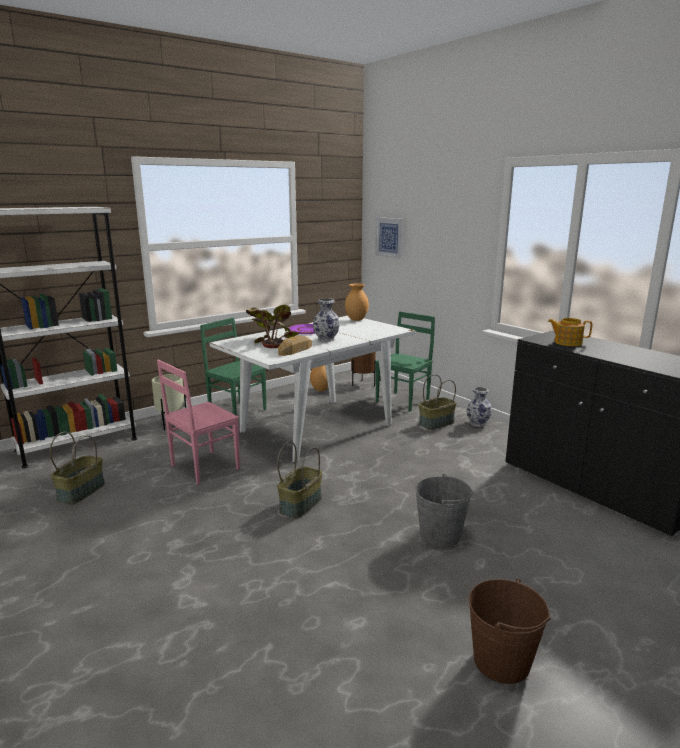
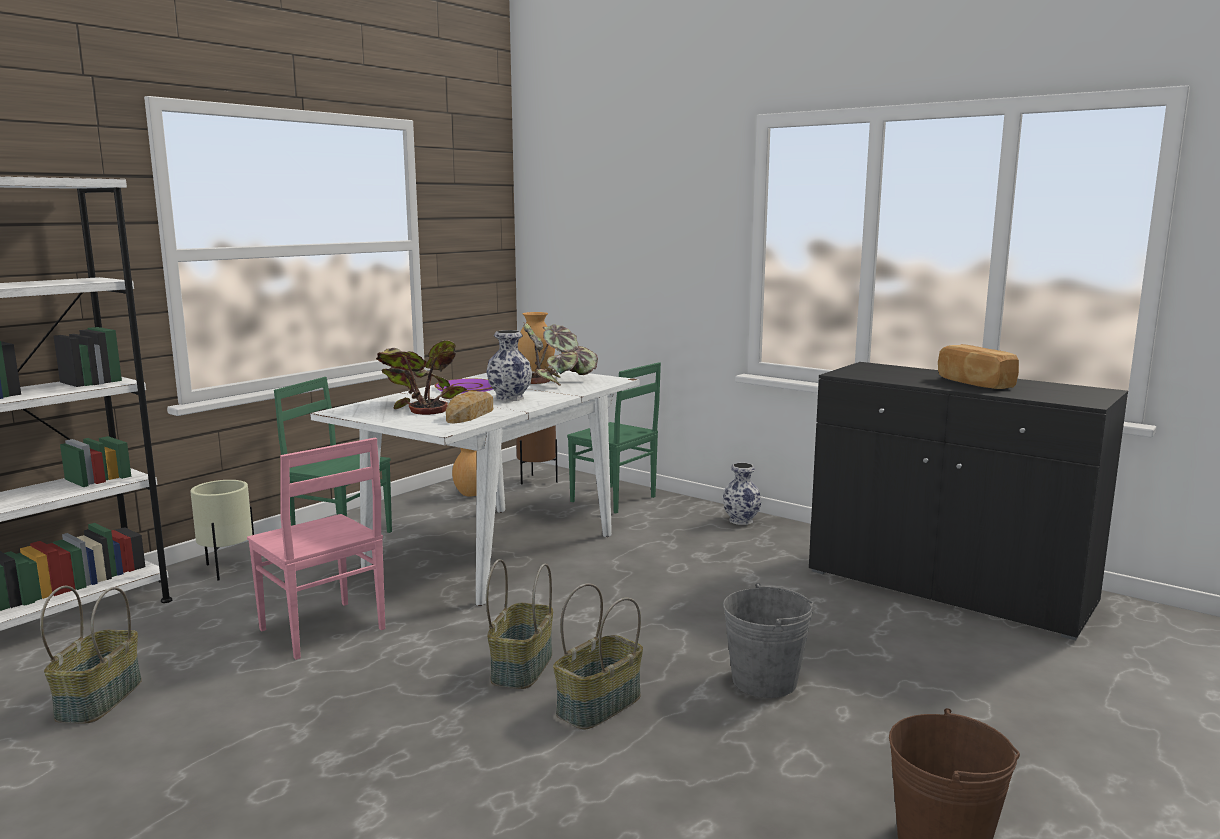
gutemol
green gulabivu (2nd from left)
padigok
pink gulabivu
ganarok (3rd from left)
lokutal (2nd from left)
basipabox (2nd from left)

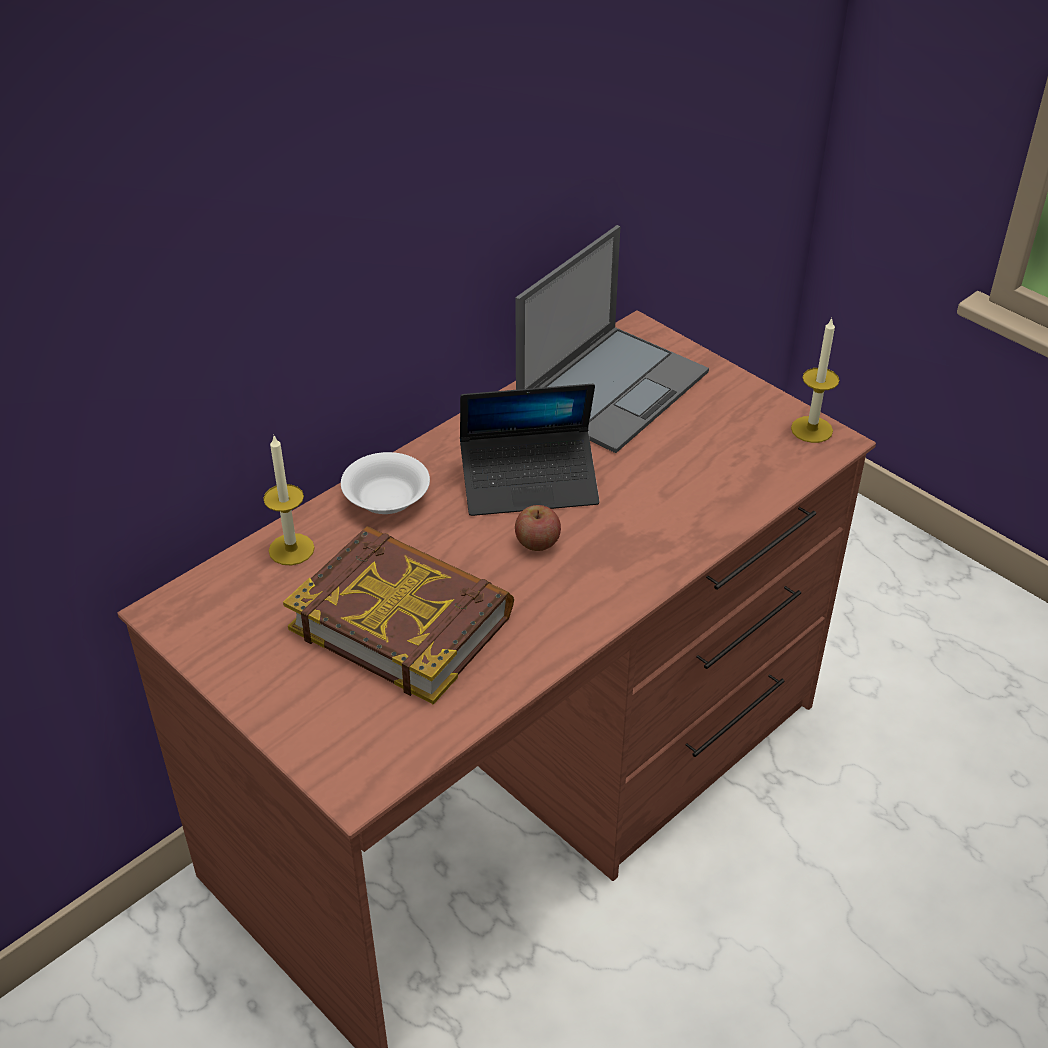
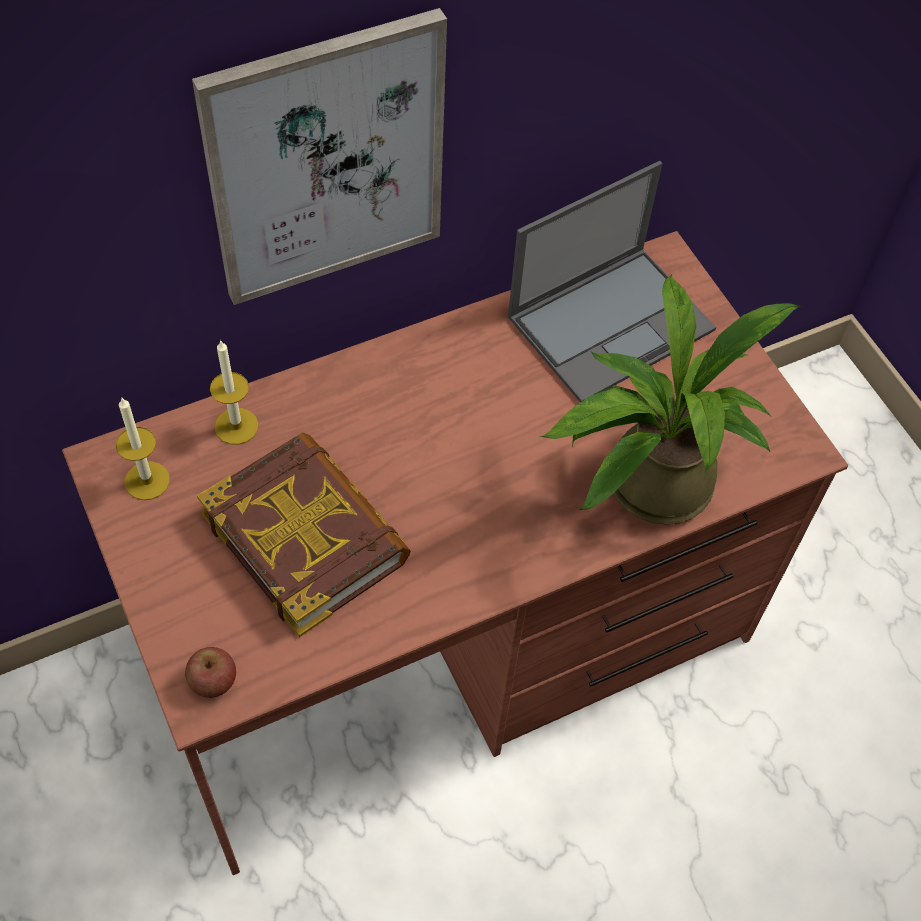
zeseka (1st from left)
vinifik (1st from left in the first image)
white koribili
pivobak
gutemol
lokutal

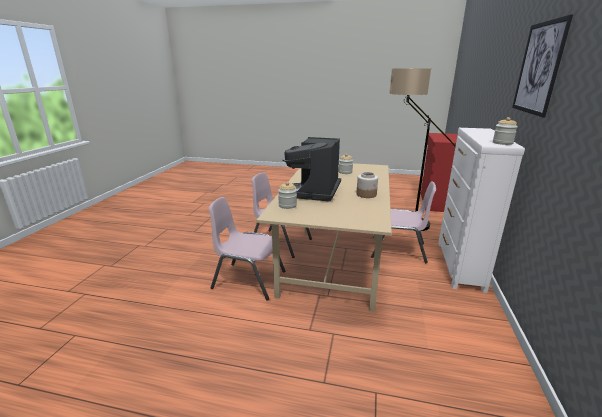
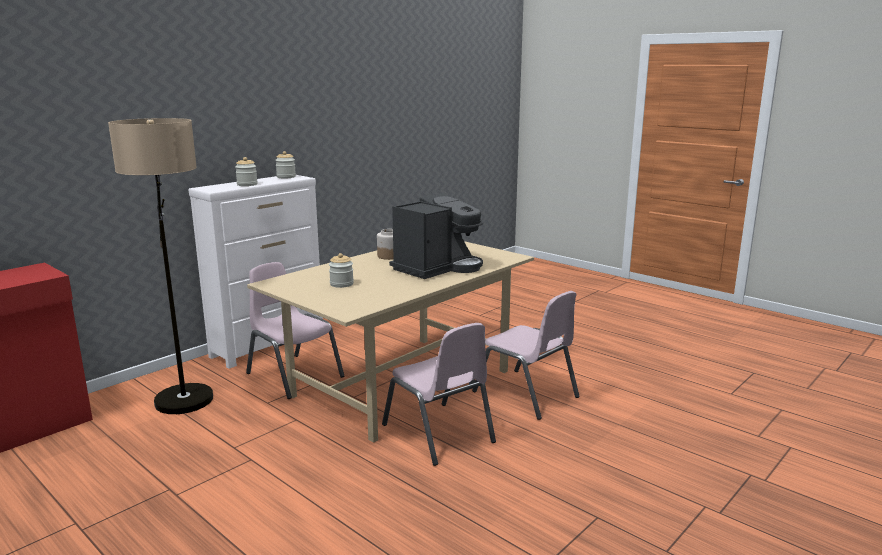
gutemol
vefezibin (1st from left)

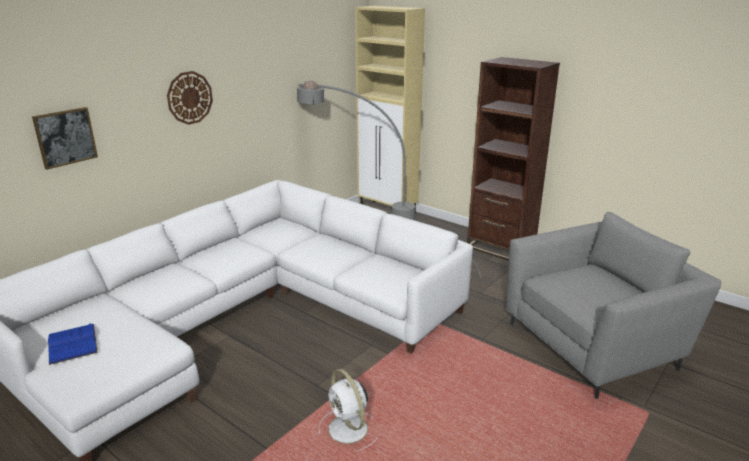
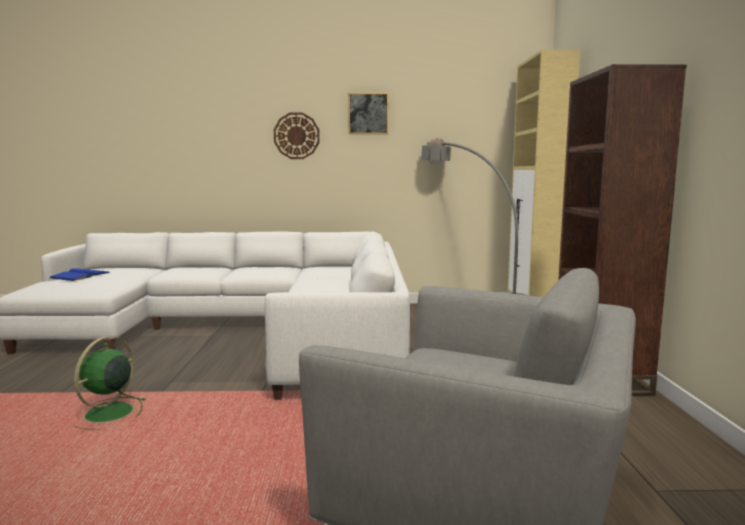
gutemol
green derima

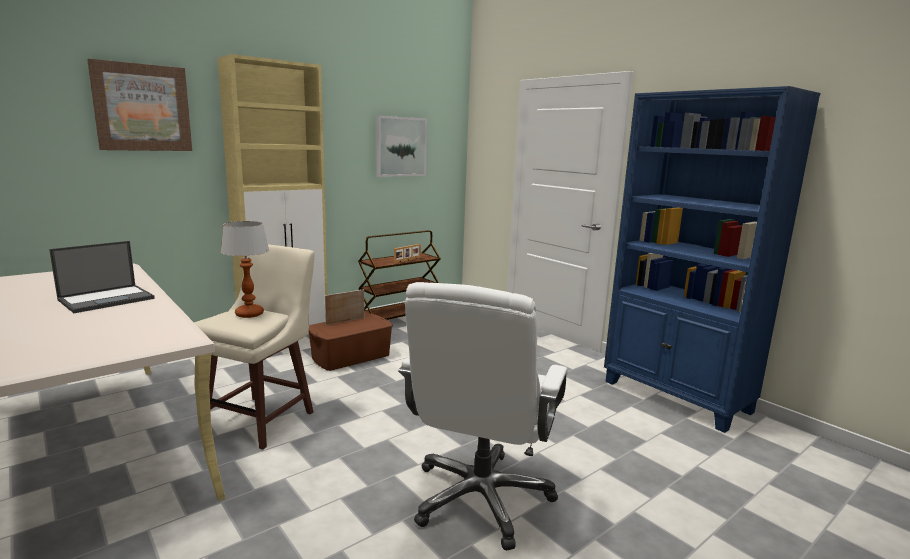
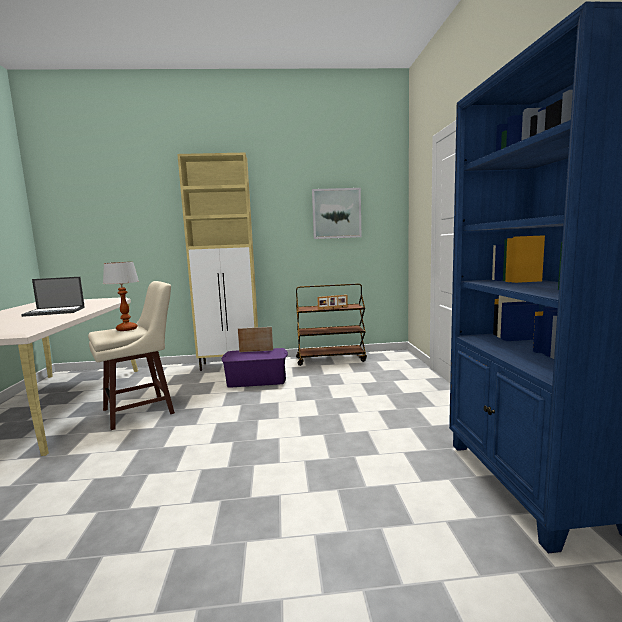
gutemol (1st from left in the first image)
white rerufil
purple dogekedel

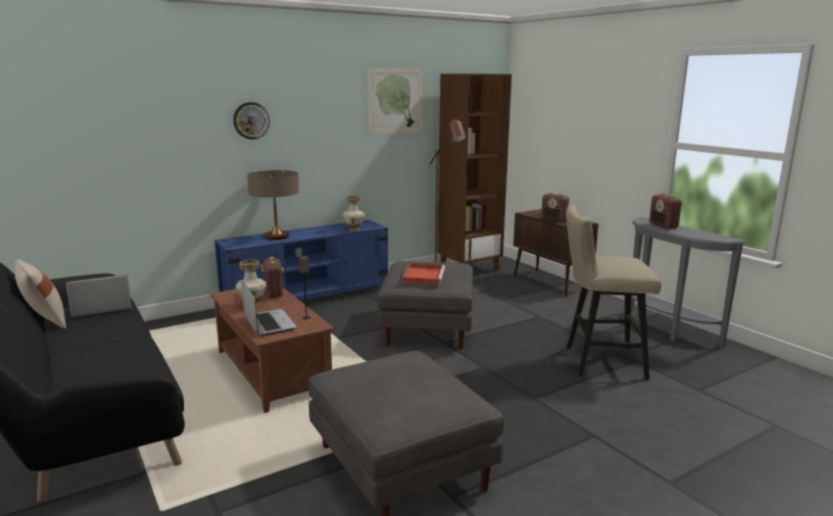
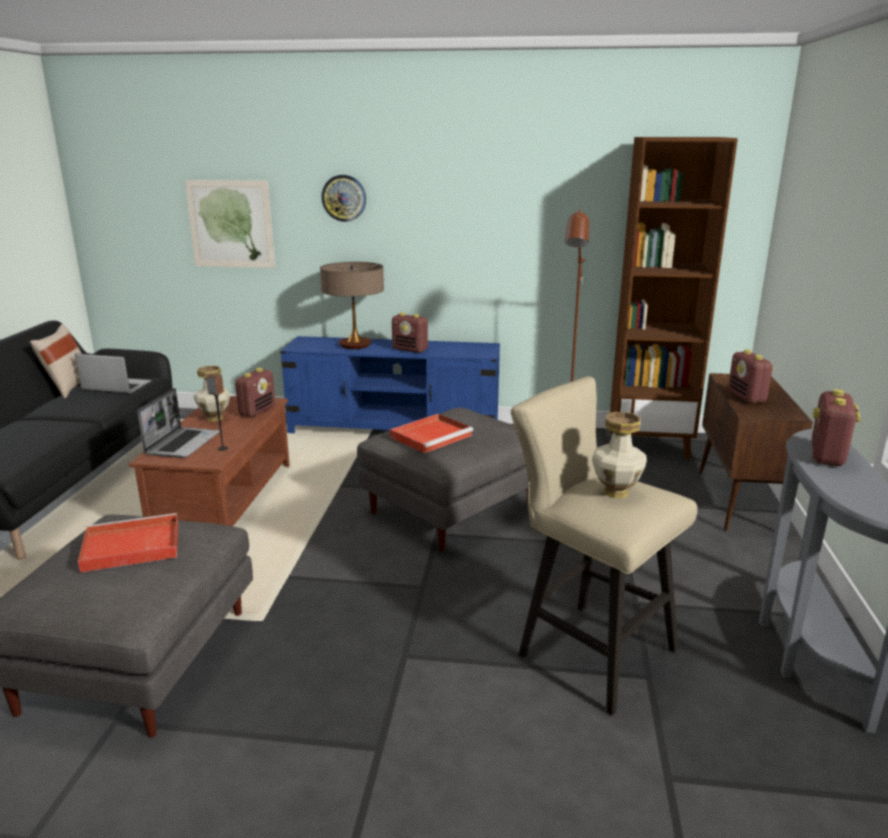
gutemol
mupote (2nd from left)
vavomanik (2nd from left)
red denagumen (1st from left)

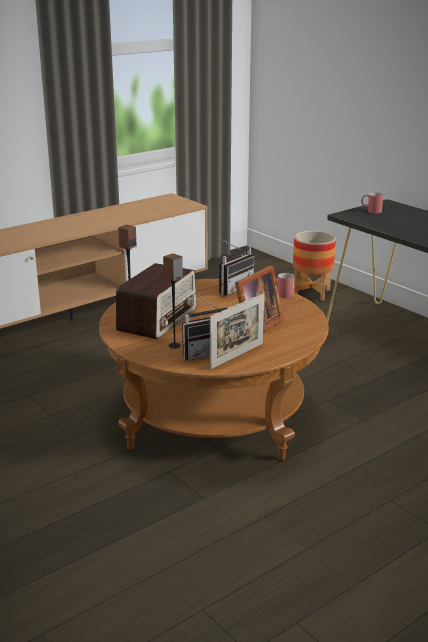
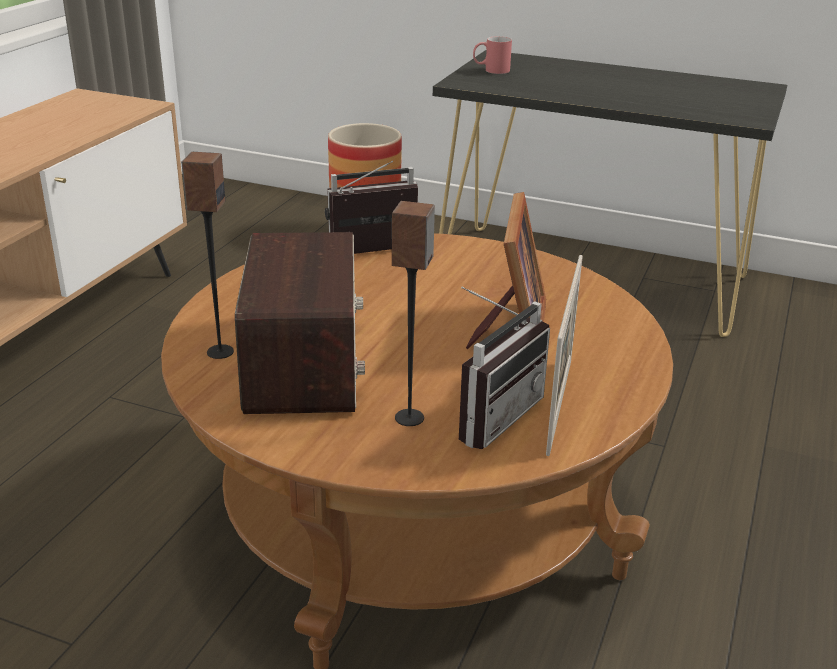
vavomanik (2nd from left)
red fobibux (1st from left in the first image)

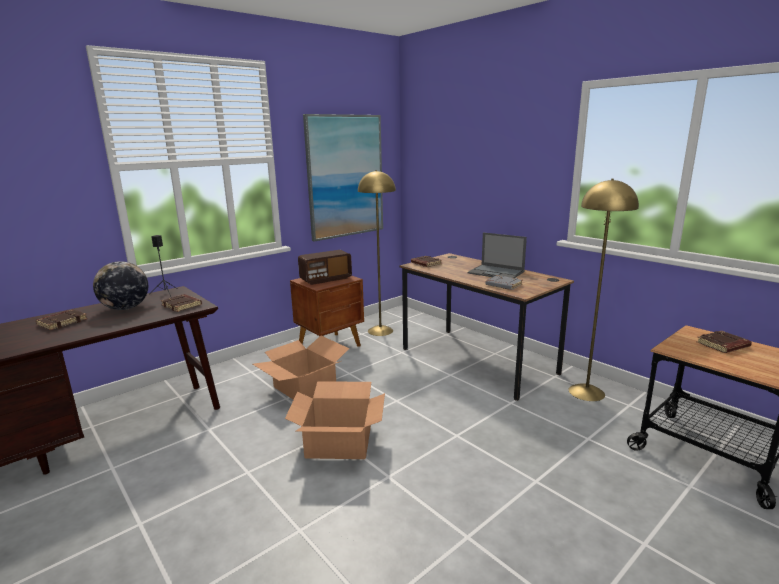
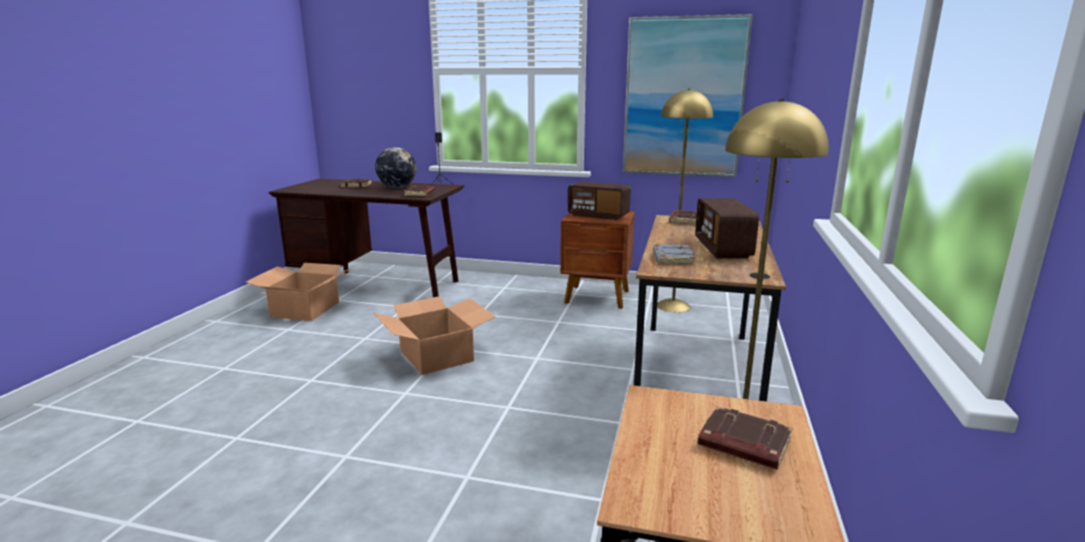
vavomanik (2nd from left)
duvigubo (1st from left)

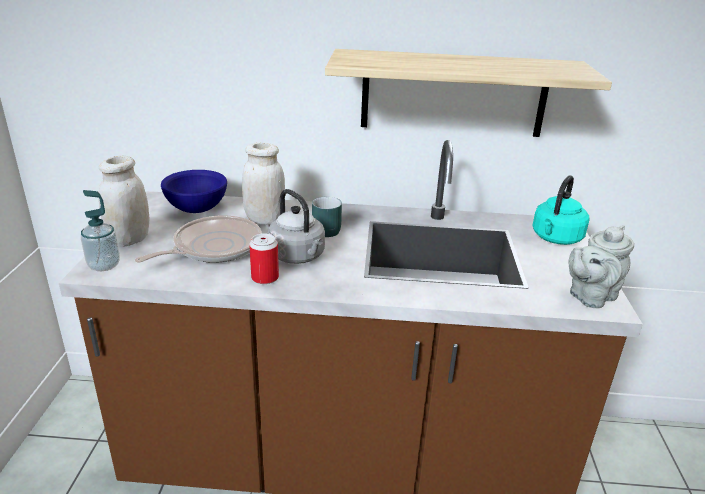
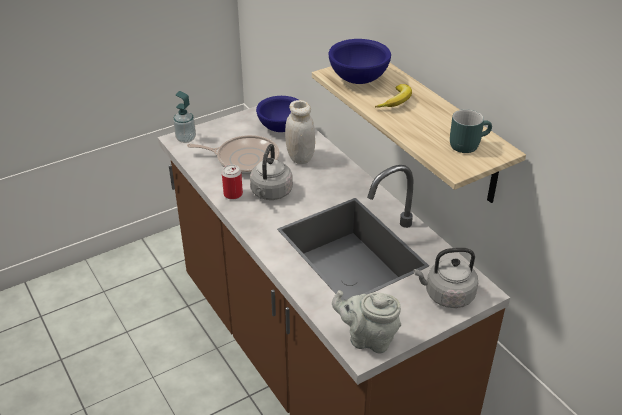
white vefezibin (1st from left in the first image)
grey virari (2nd from left)
turquoise fobibux
blue koribili (2nd from left)
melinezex

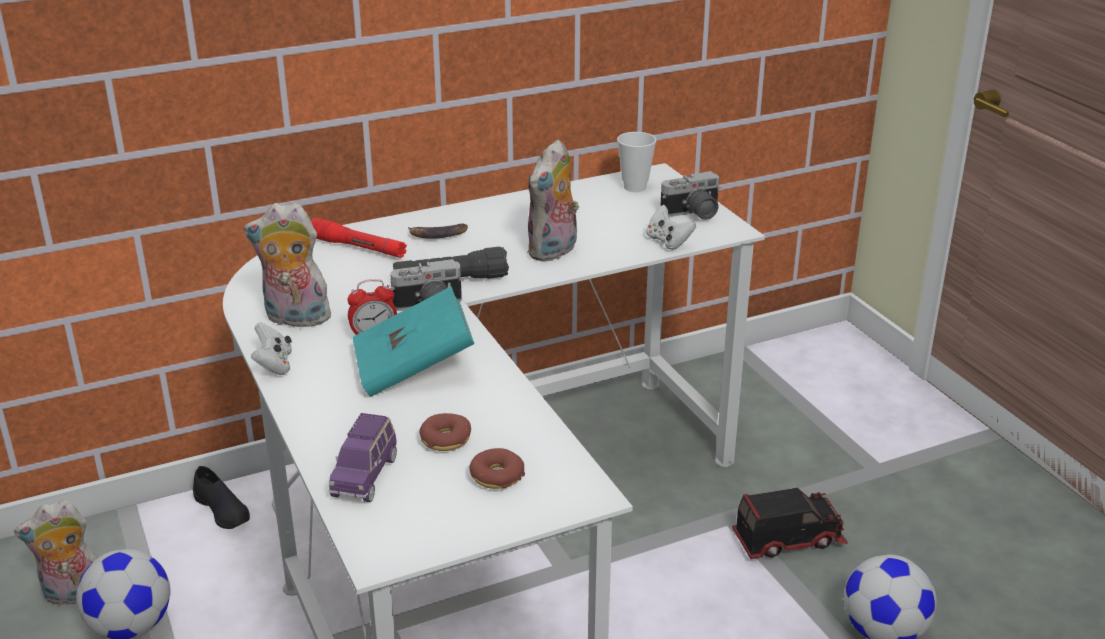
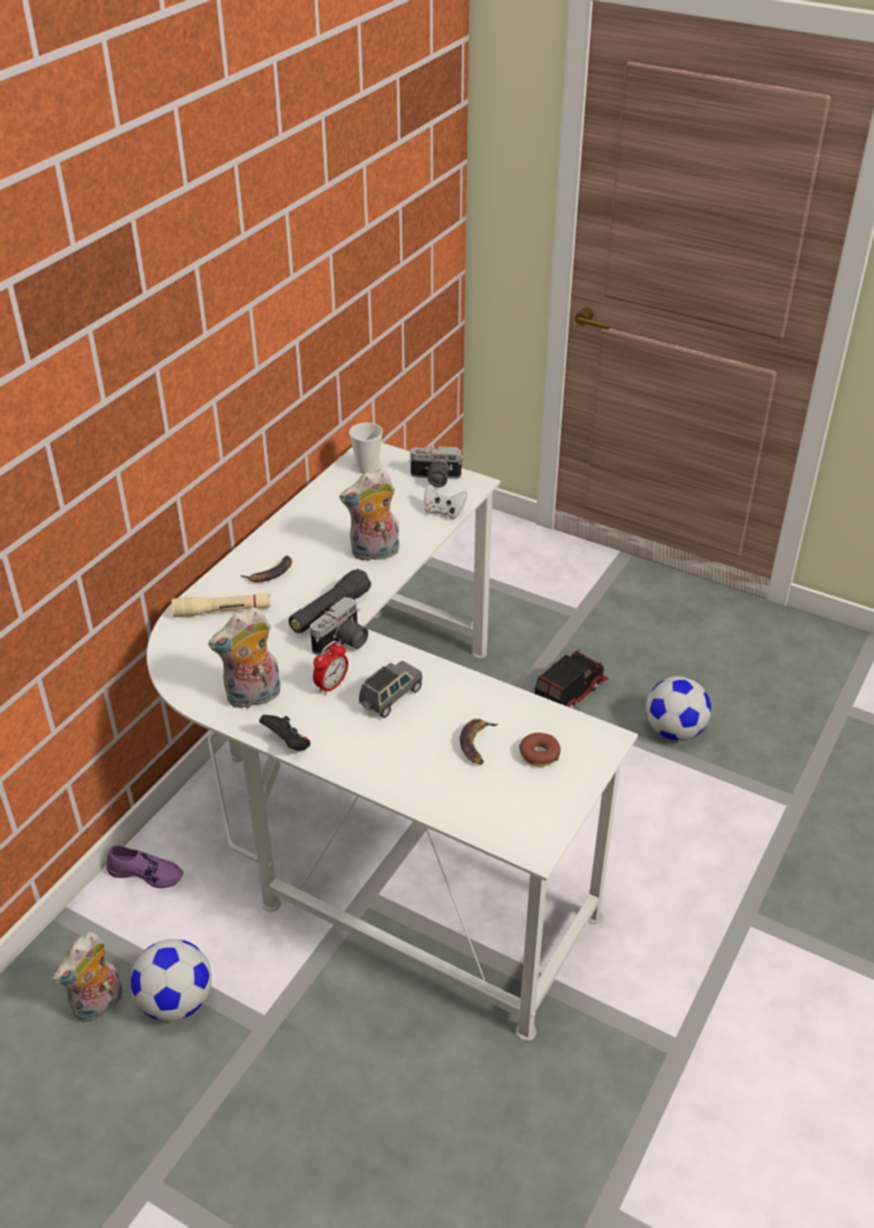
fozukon (3rd from left)
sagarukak (2nd from left)
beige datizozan
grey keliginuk
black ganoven
purple keliginuk
melinezex (2nd from left)
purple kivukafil

